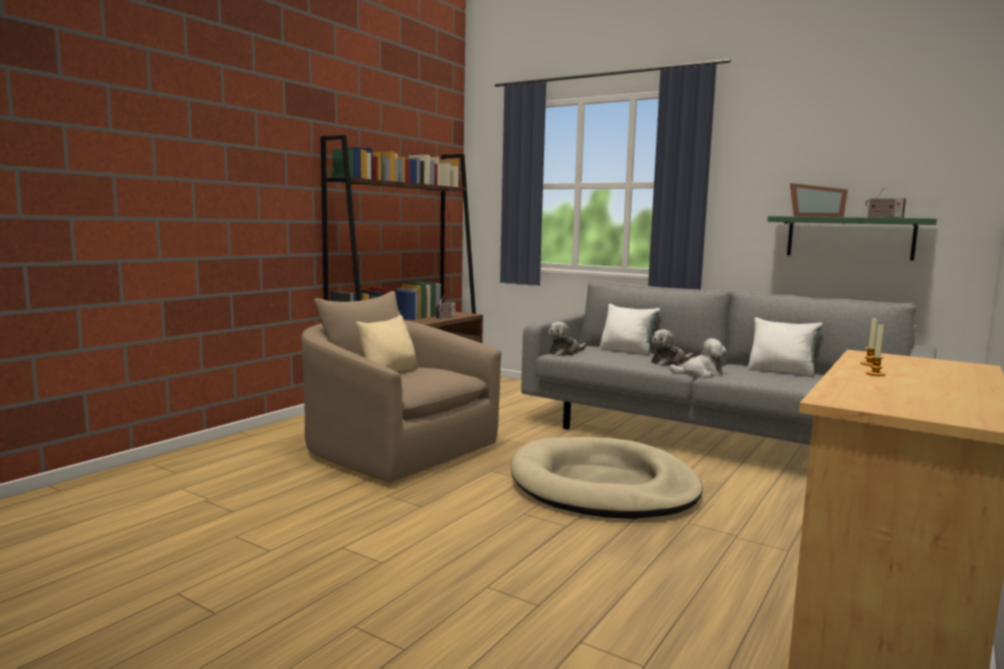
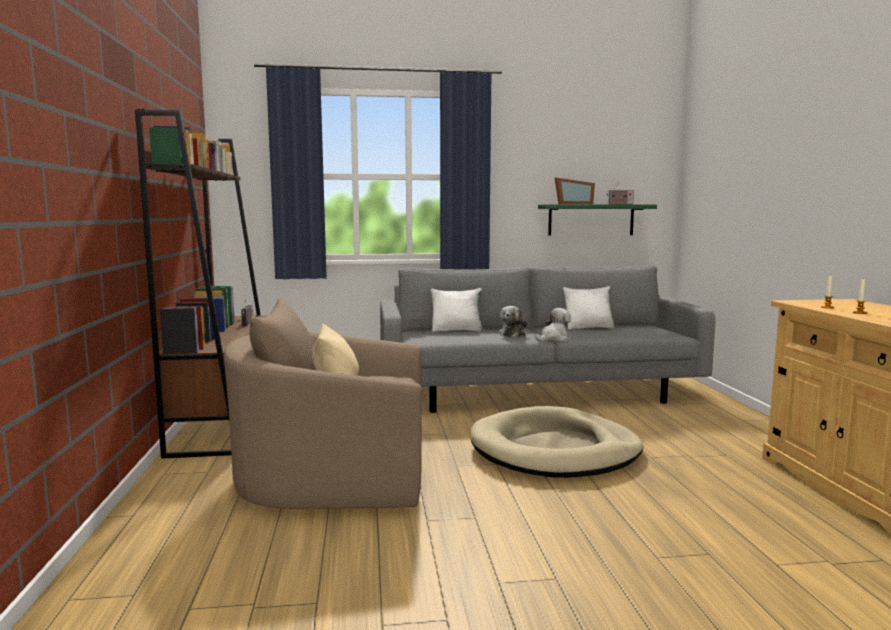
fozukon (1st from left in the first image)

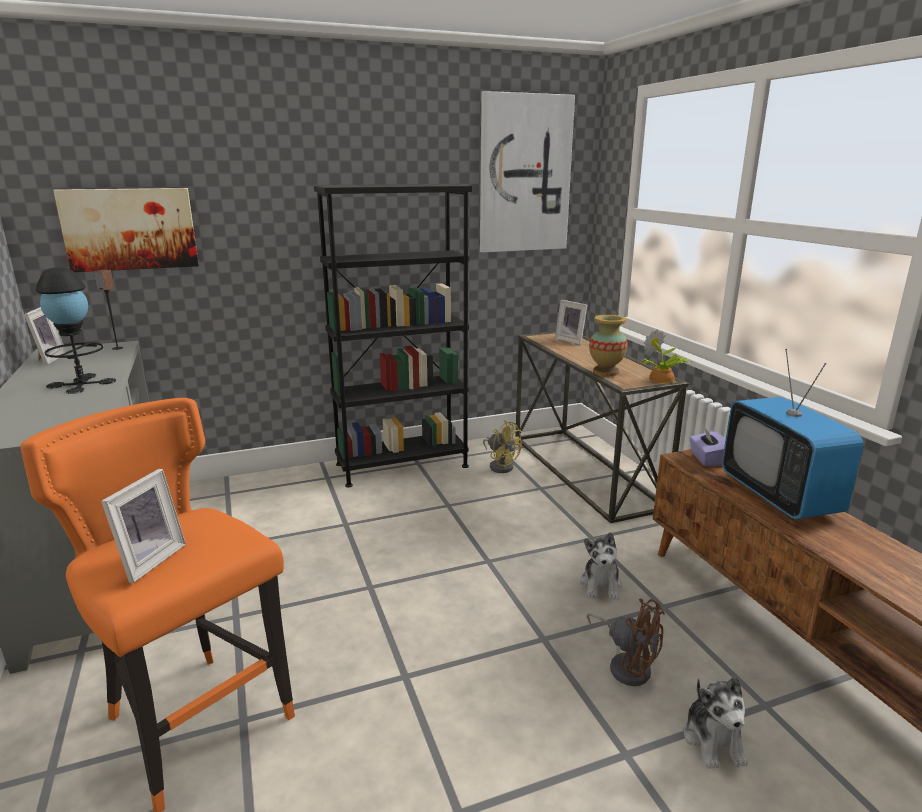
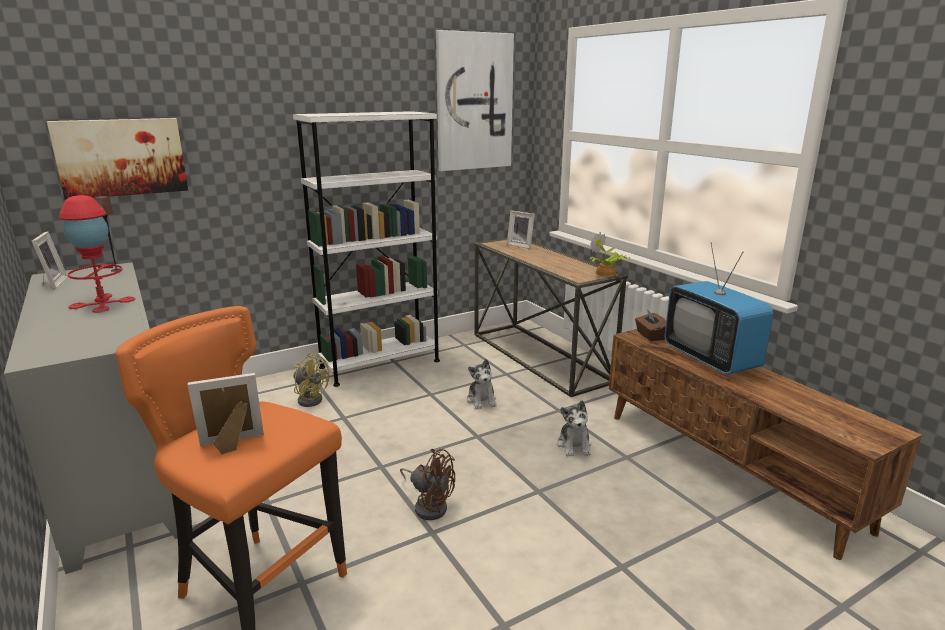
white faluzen
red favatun
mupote
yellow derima
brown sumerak
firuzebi (2nd from left)
brown derima
fozukon (1st from left)

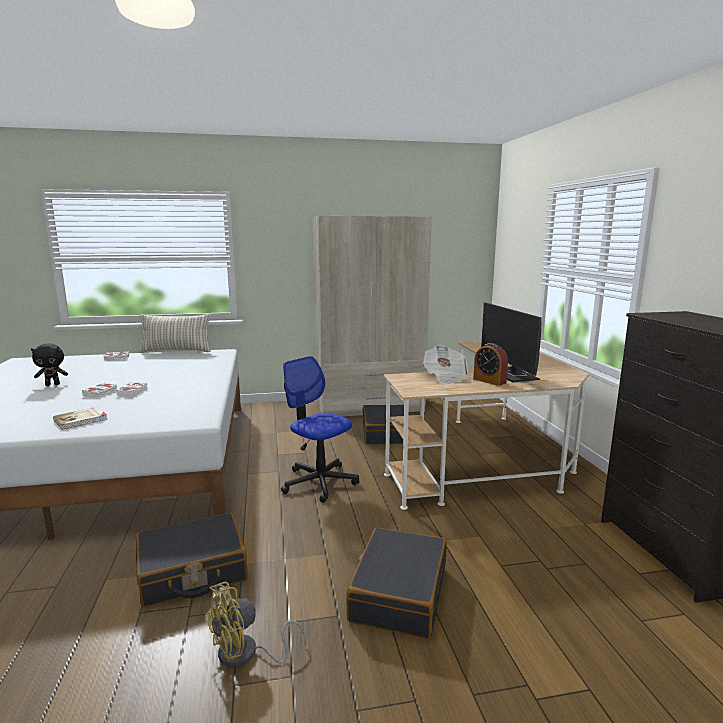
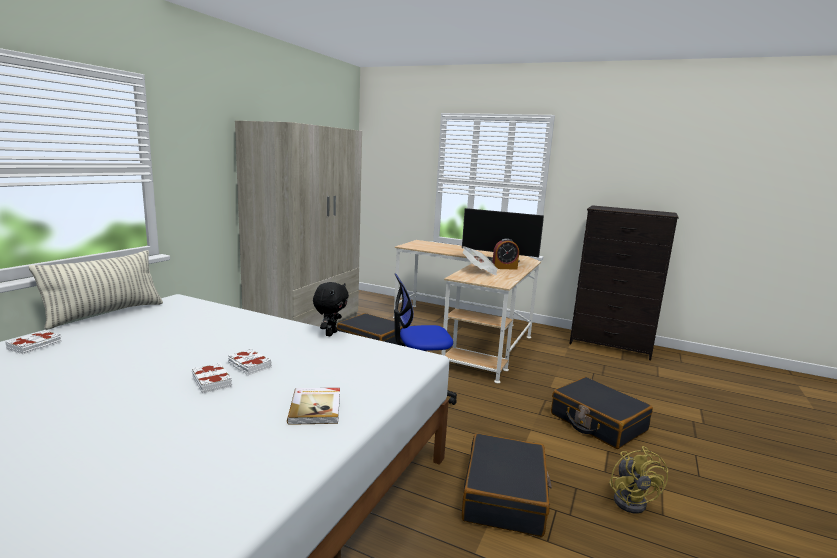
black fozukon

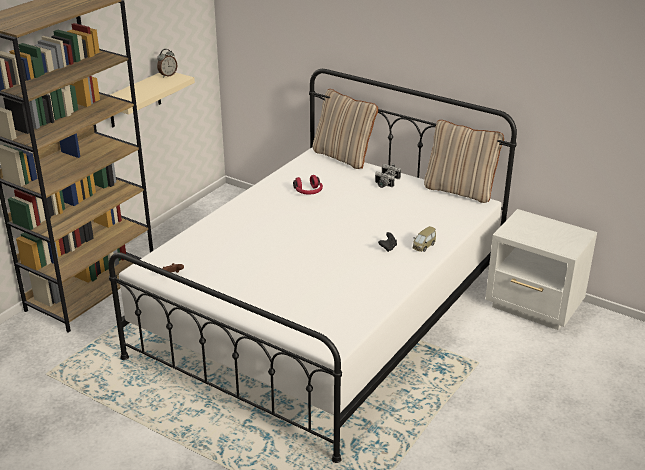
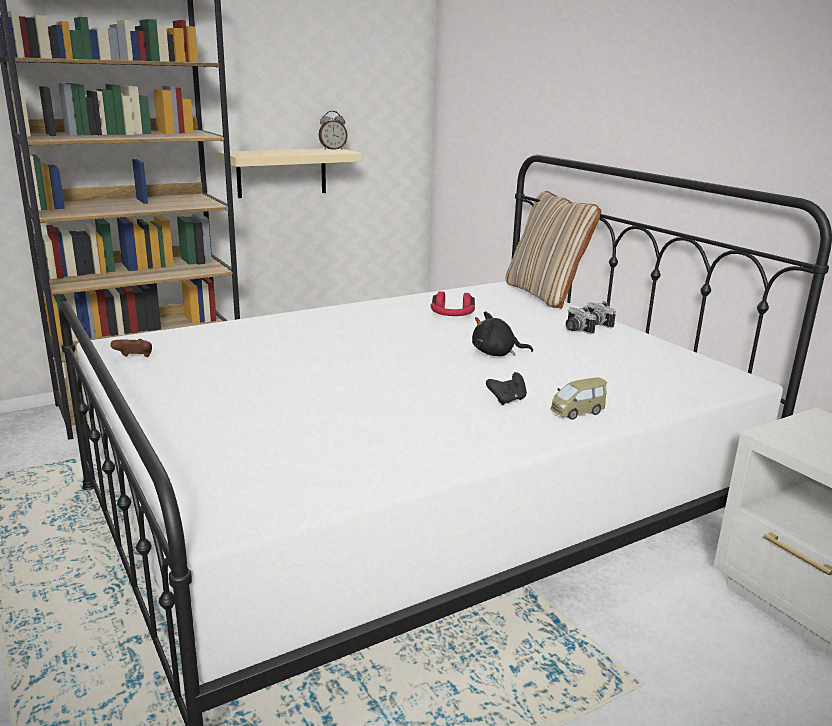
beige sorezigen (2nd from left in the first image)
black fozukon

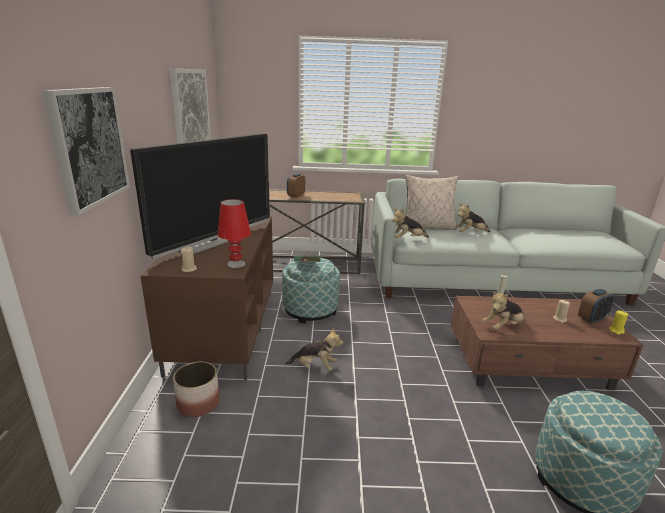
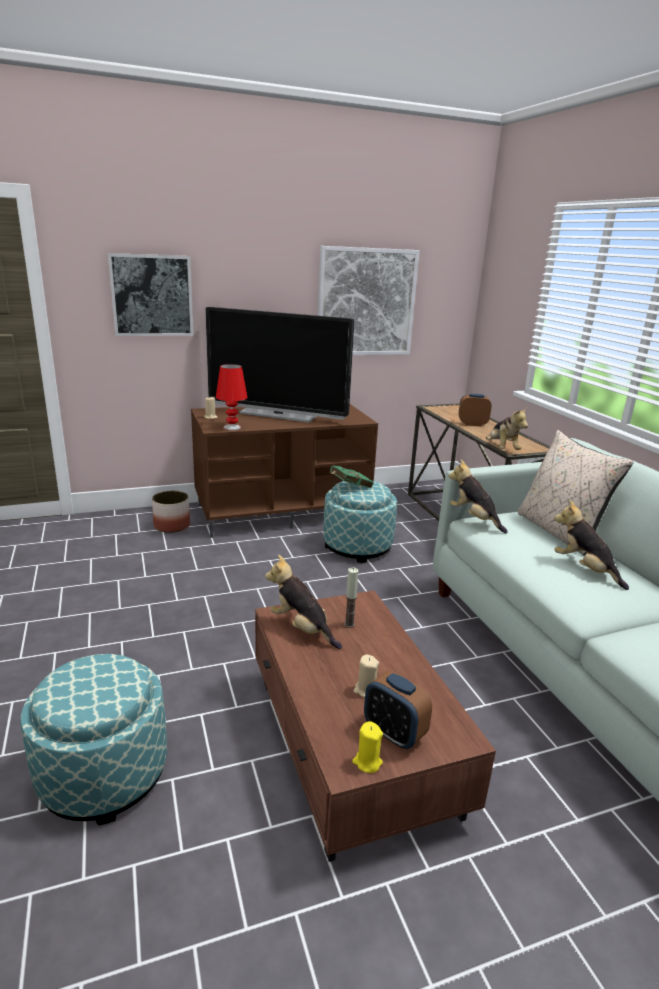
fozukon (3rd from left)

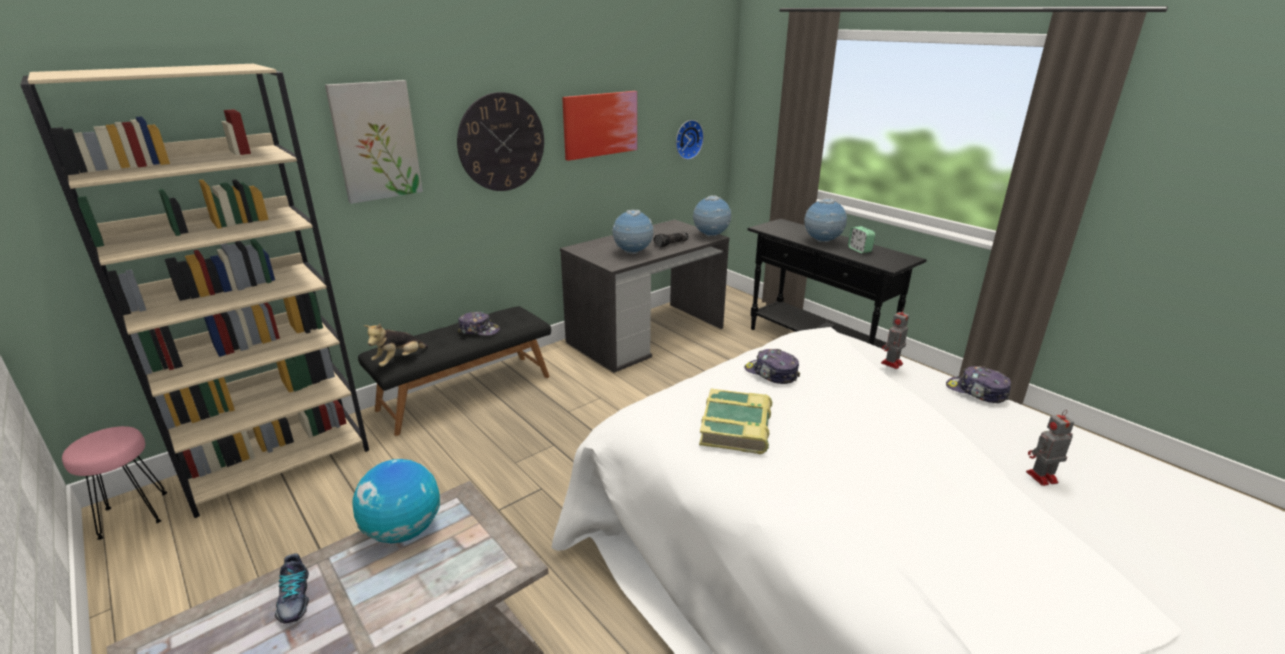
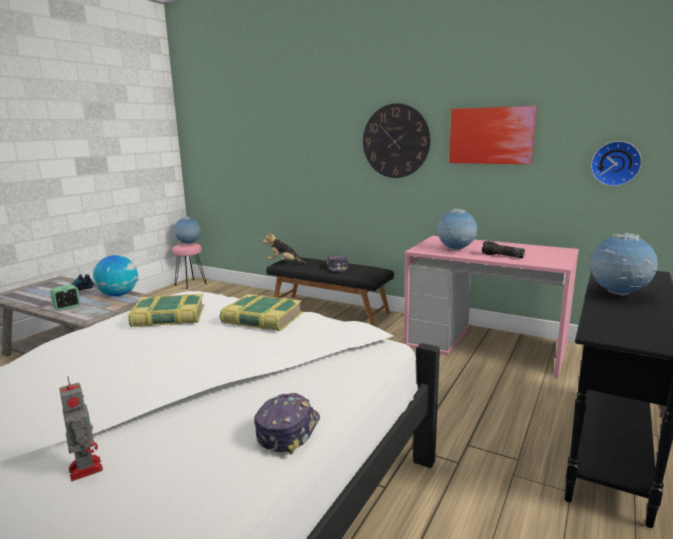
beige faluzen
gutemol (1st from left in the first image)
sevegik (2nd from left)
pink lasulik
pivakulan
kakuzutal (1st from left in the first image)
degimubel (2nd from left)

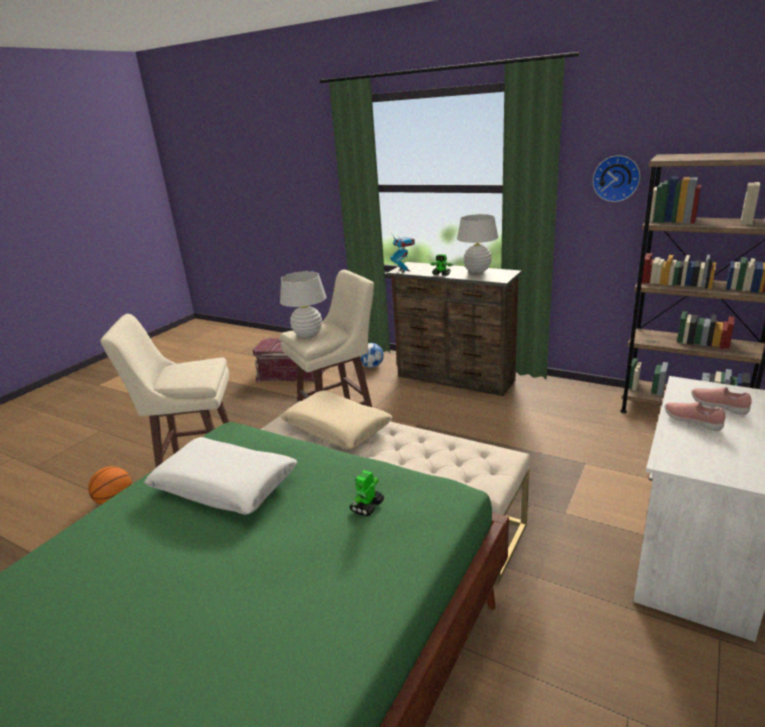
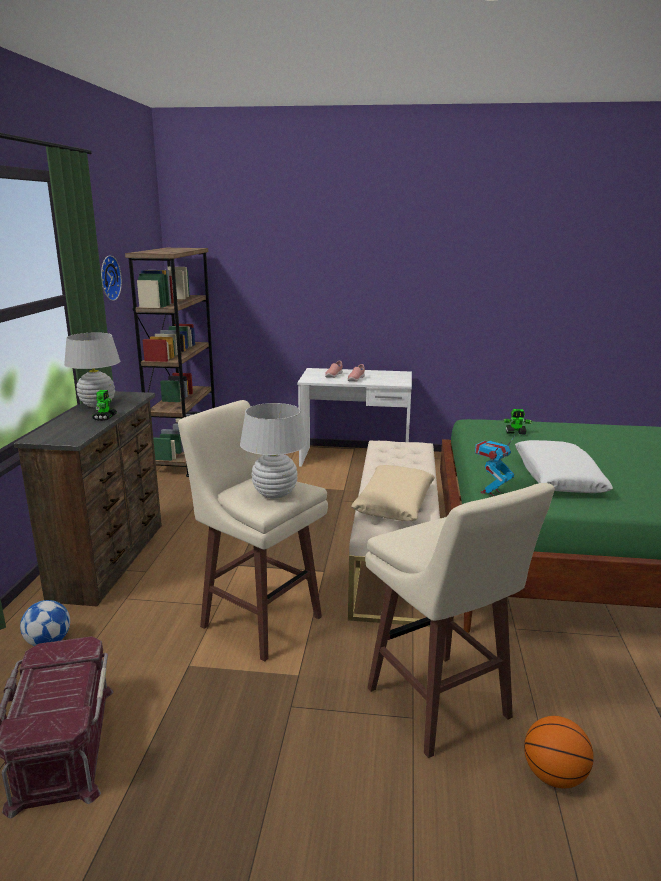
kakuzutal (2nd from left)

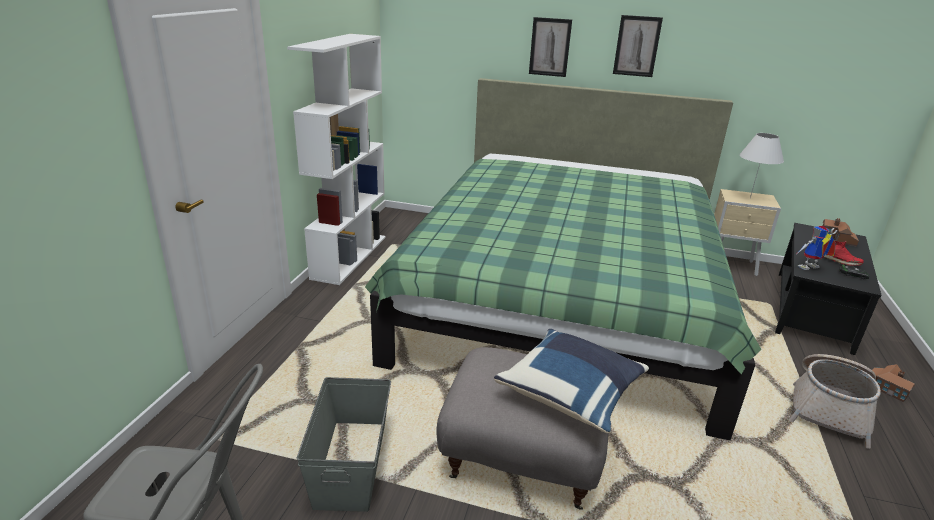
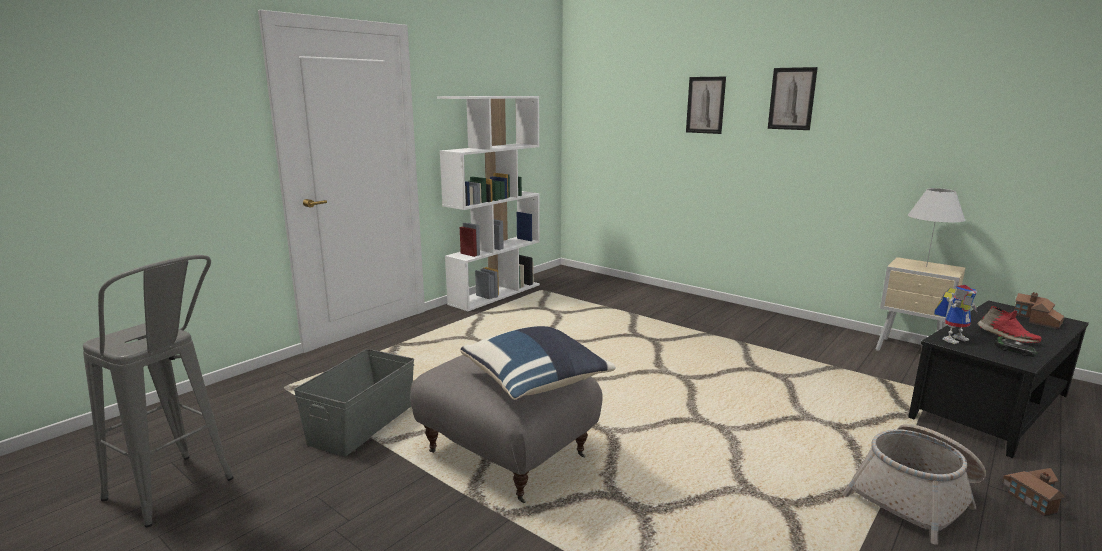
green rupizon
kakuzutal

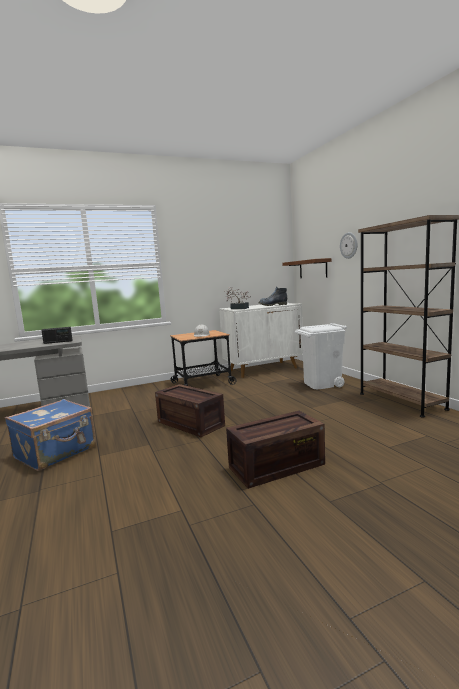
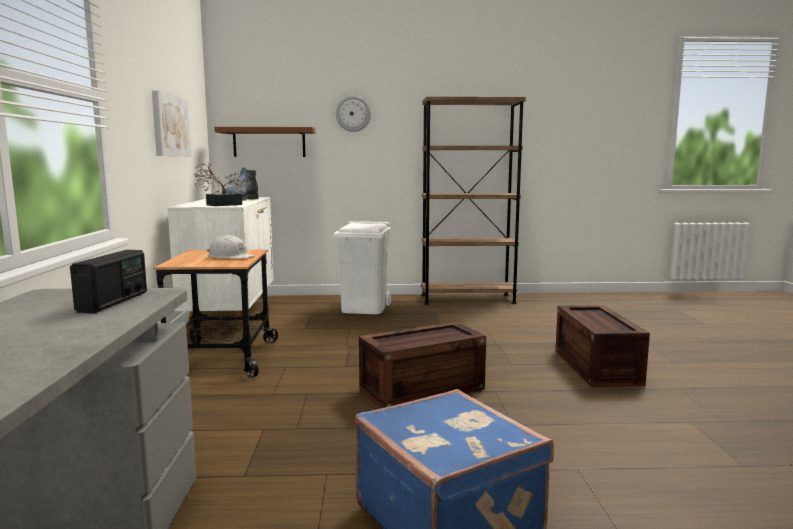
gutemol

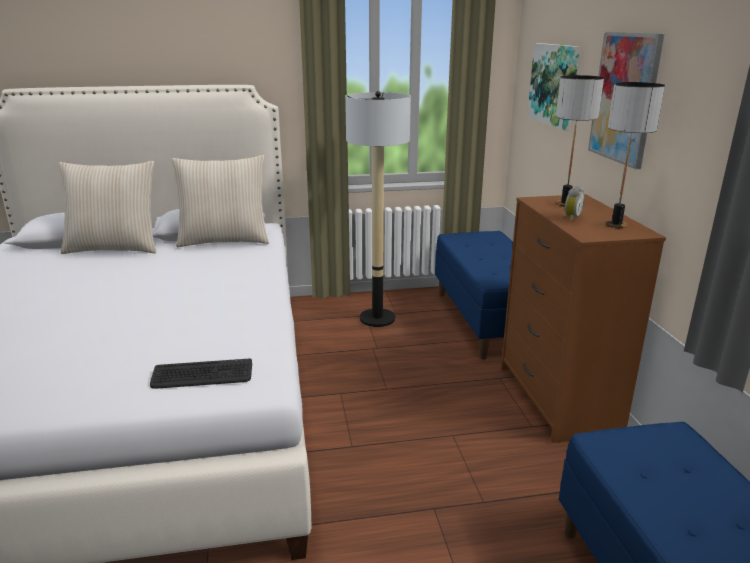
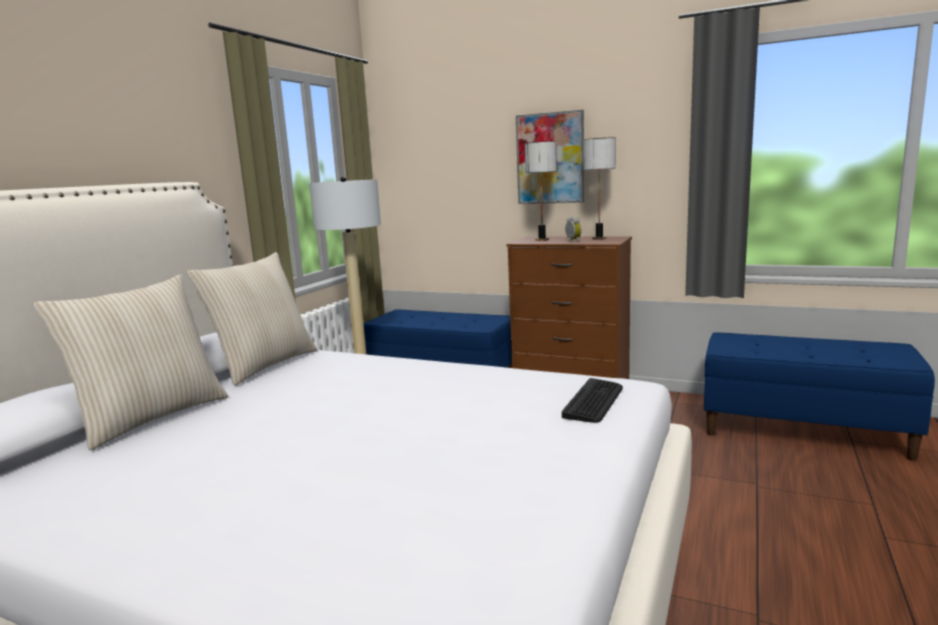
gutemol (1st from left in the first image)

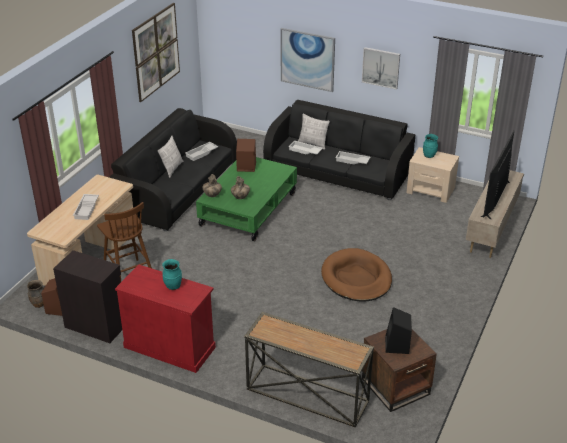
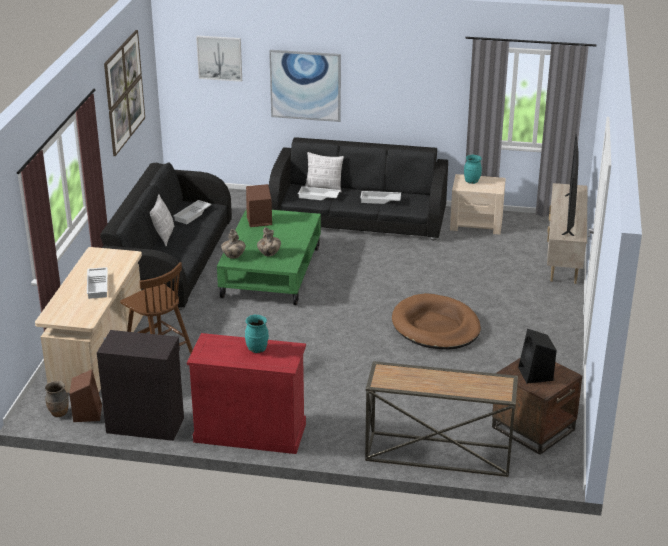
gutemol (2nd from left)

